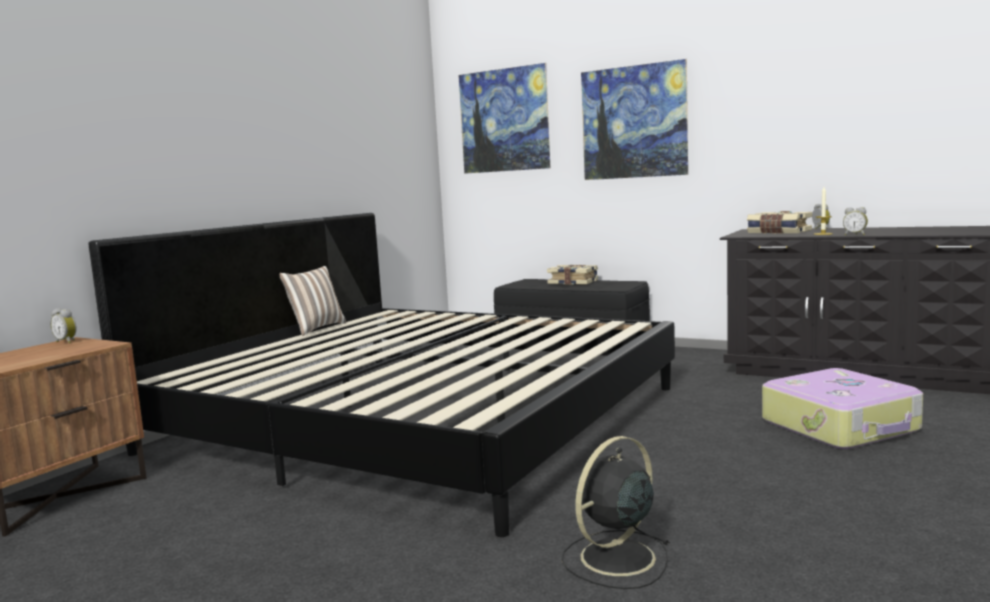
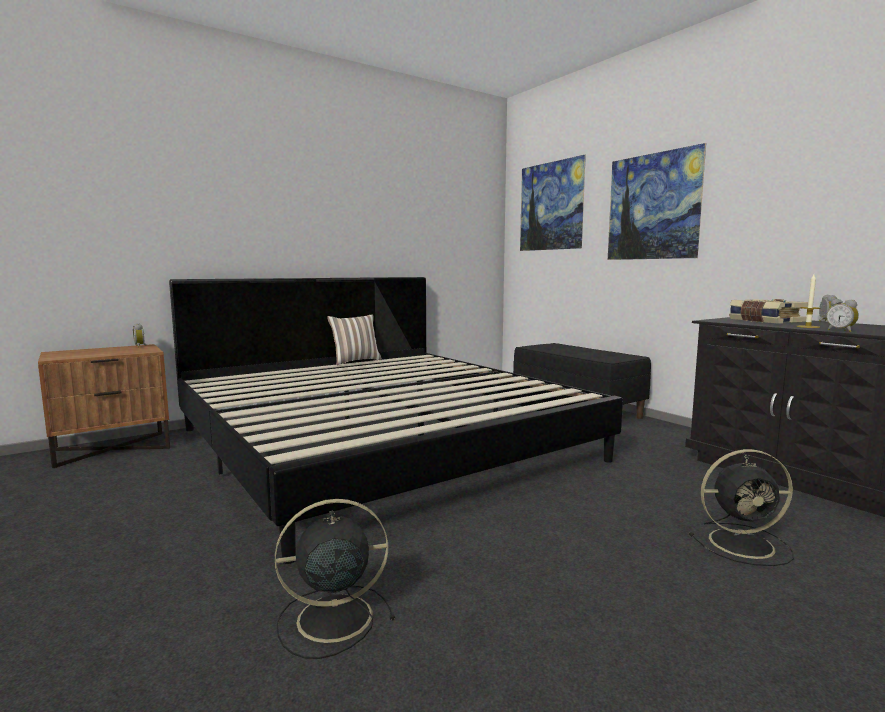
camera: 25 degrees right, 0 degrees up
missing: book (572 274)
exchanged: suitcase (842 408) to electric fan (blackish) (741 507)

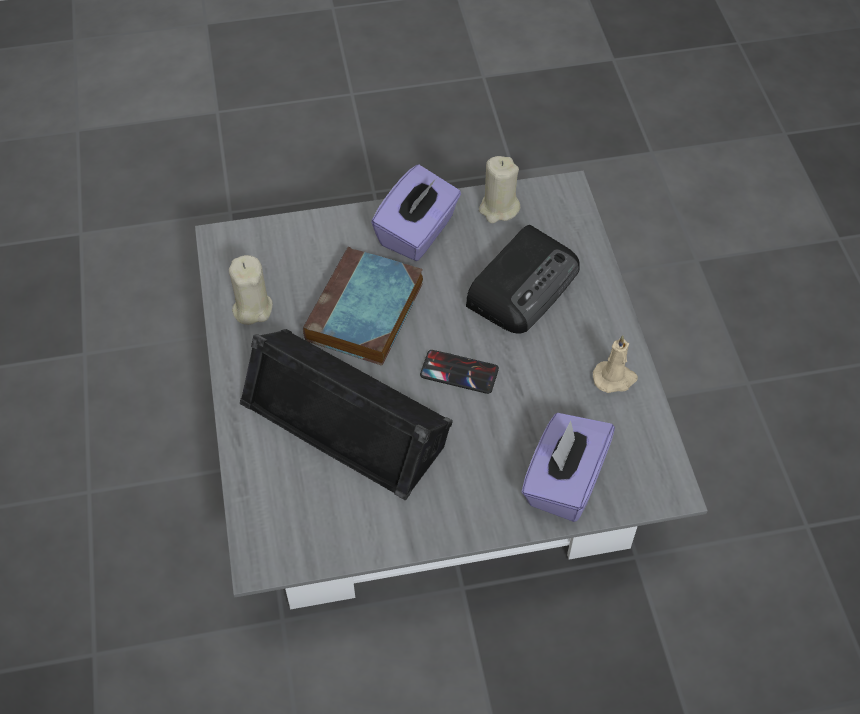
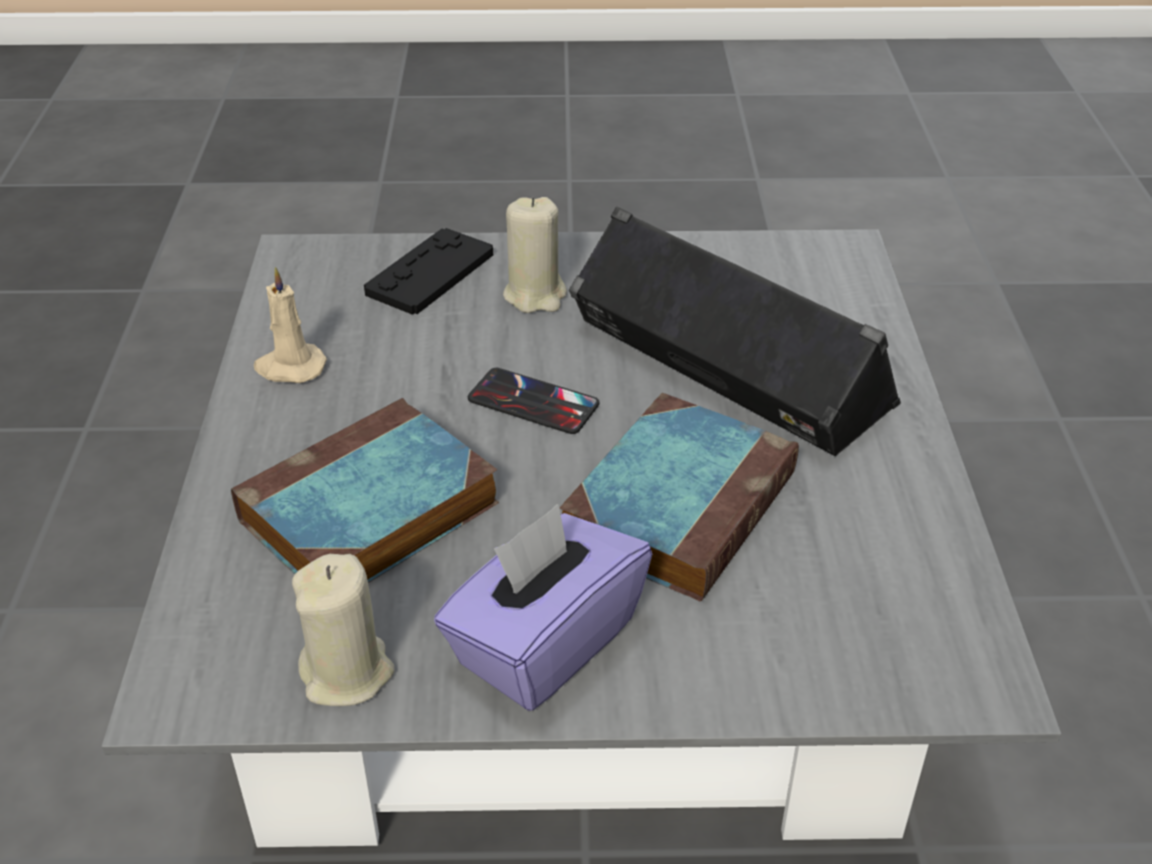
camera: 170 degrees left, 15 degrees down
relocated: wax candle (sand-coloured) (251 290) to (535 255)
exchanged: radio (523 279) to book (365 490); tissue holder (purple-coloured) (568 467) to gamepad (blackish) (428 271)

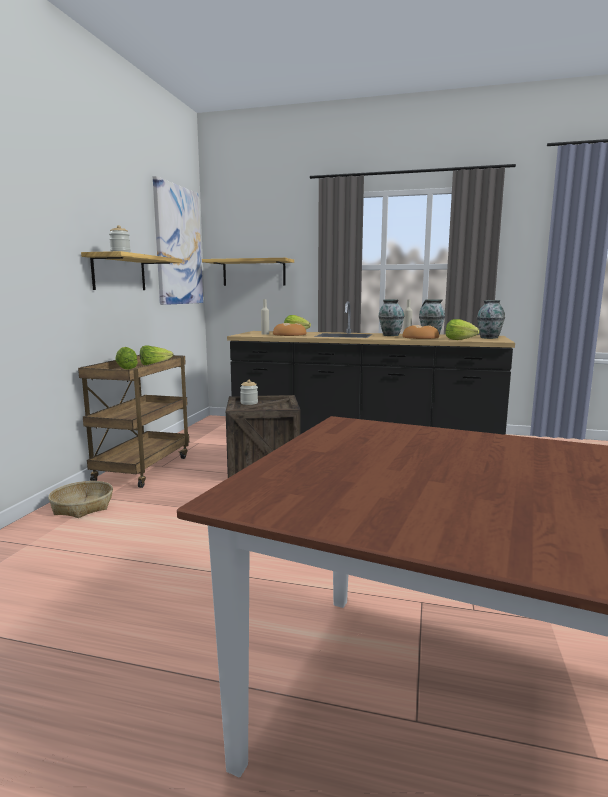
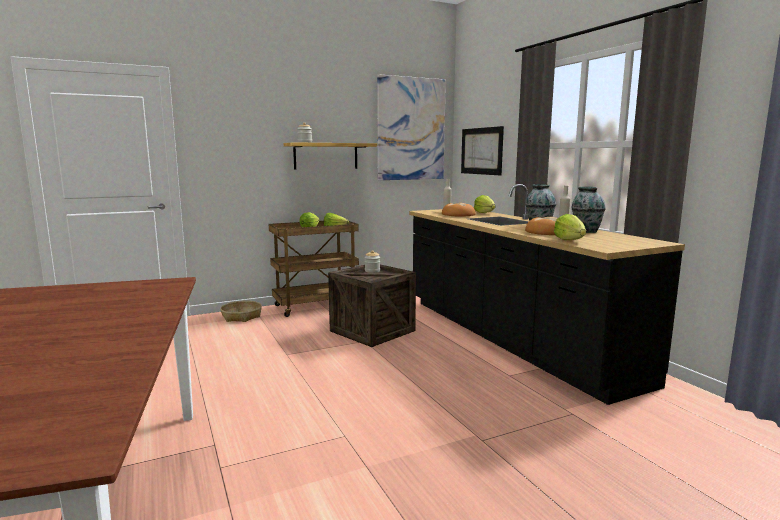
camera: 50 degrees right, 0 degrees up
missing: decorative vase (491 319)
exchanged: wall shelf (248 272) to wall picture (482 151)

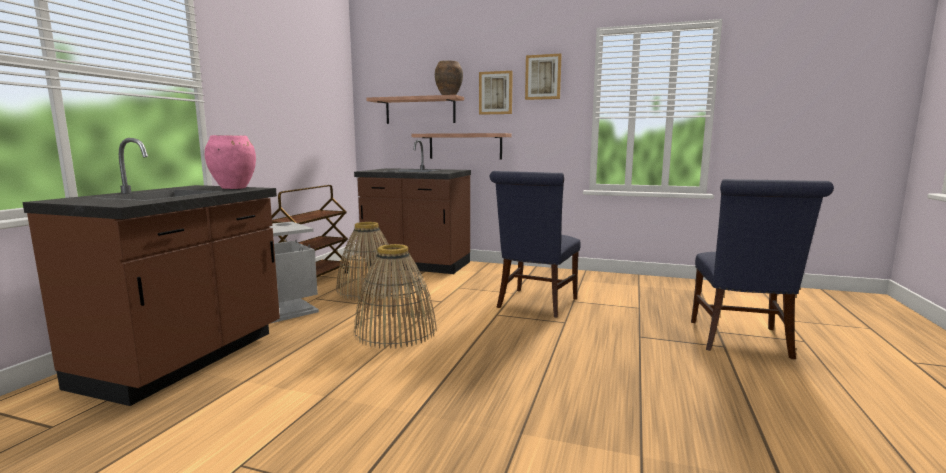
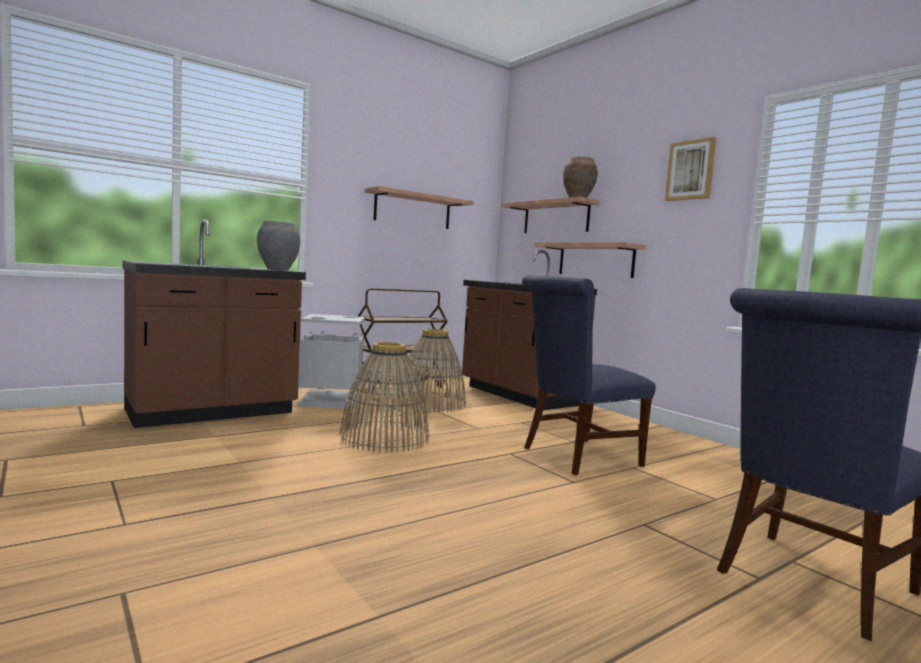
camera: 35 degrees right, 5 degrees down
missing: wall picture (496 93)
appeared: wall shelf (419 207)
colour: decorative vase (pinkish) (230 162) to decorative vase (gray) (278 245)

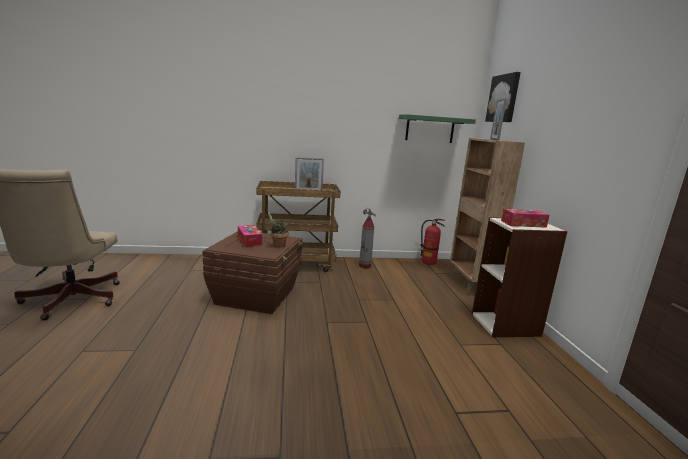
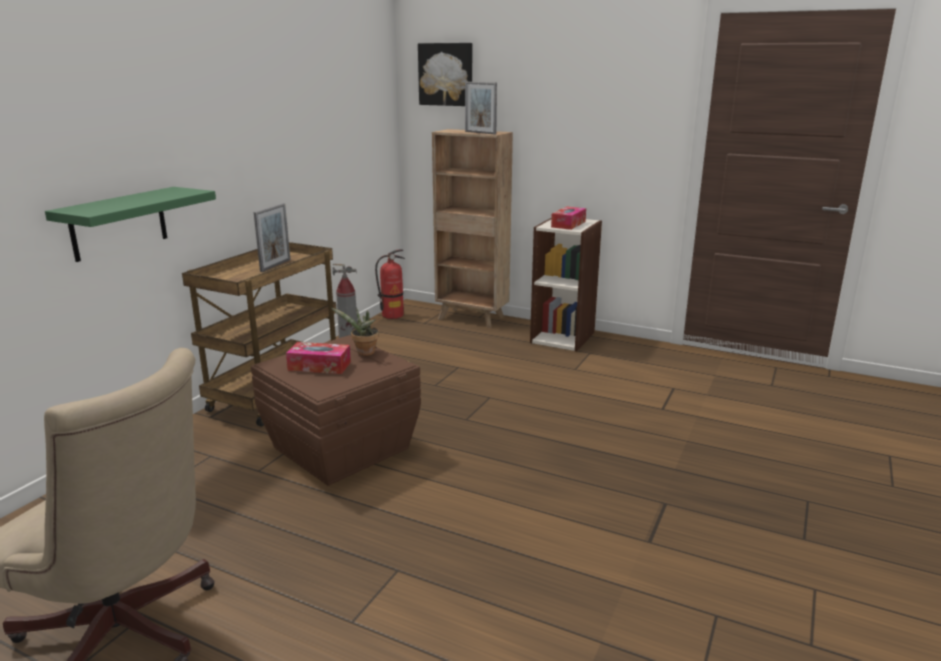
camera: 55 degrees left, 5 degrees up
relocated: wall shelf (green-coloured) (437 128) to (130 224)

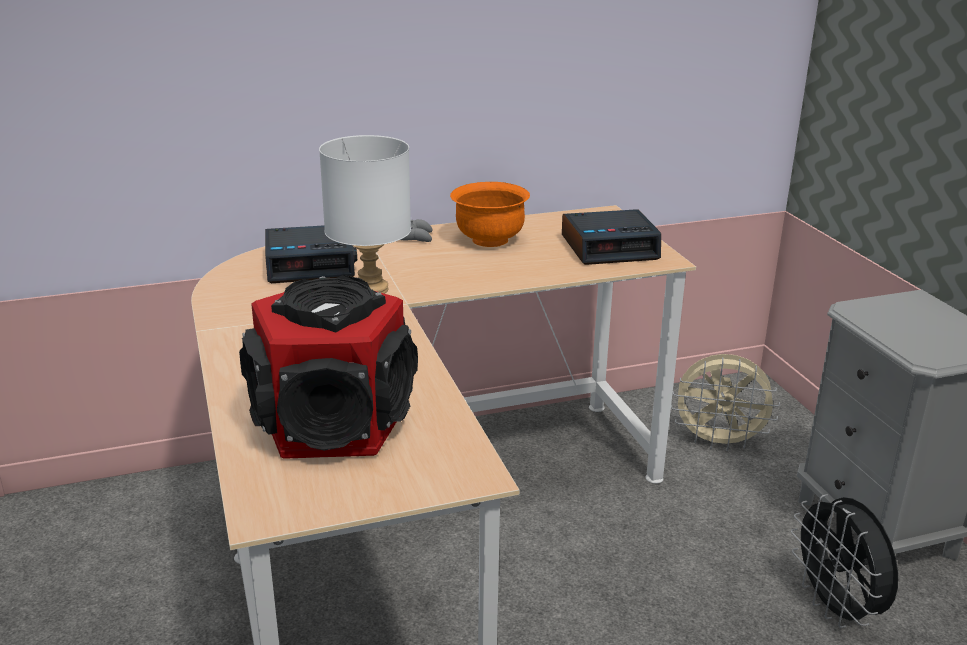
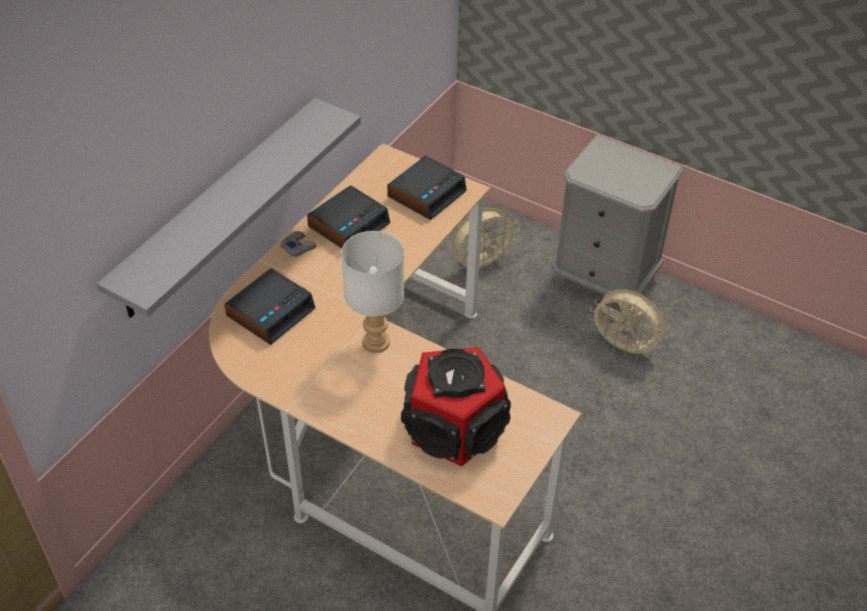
camera: 40 degrees left, 20 degrees up
appeared: wall shelf (gray) (229 208)
exchanged: serving bowl (orange-coloured) (490 214) to alarm clock (348 216)
colour: electric fan (blackish) (844 561) to electric fan (sand-coloured) (626 324)

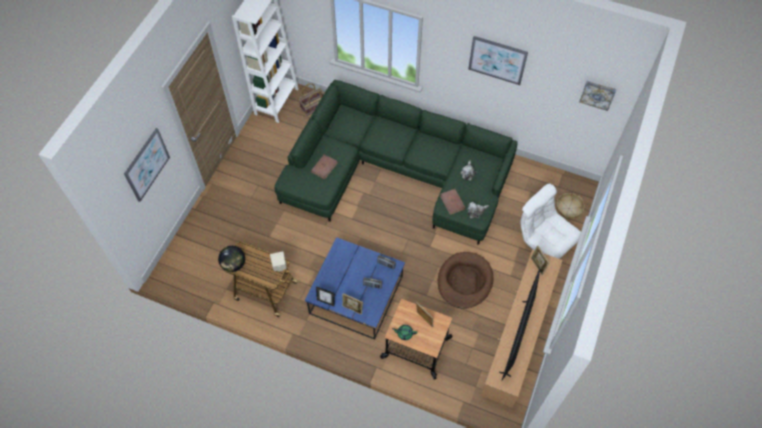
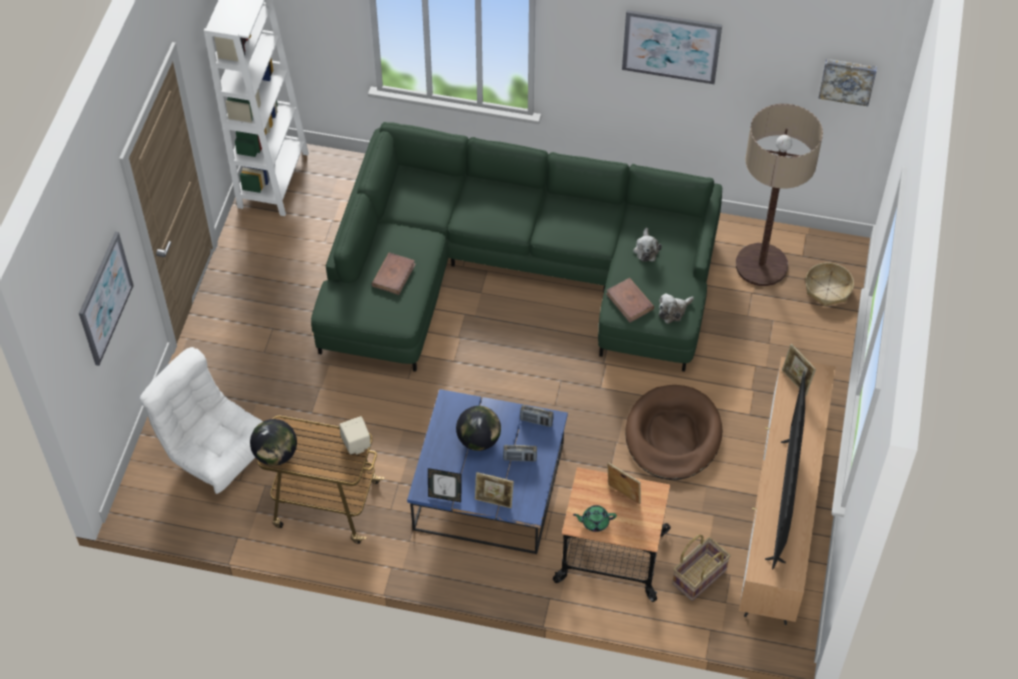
camera: 10 degrees left, 5 degrees down
appeared: world globe (478 428); floor lamp (779 195)
relocated: armchair (white) (550 221) to (201 420); basket (311 99) to (701 568)

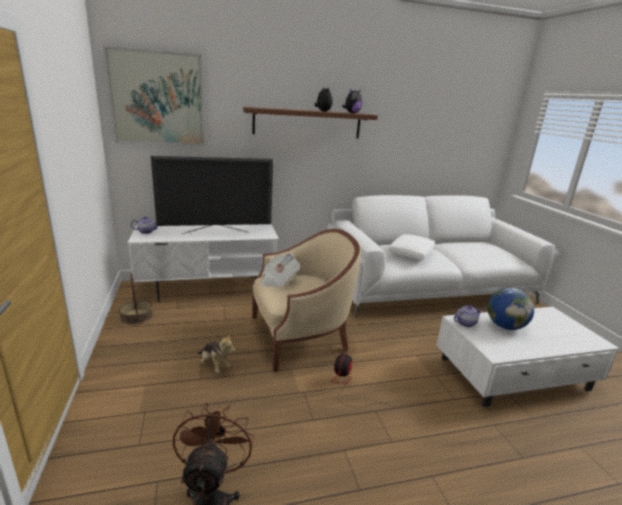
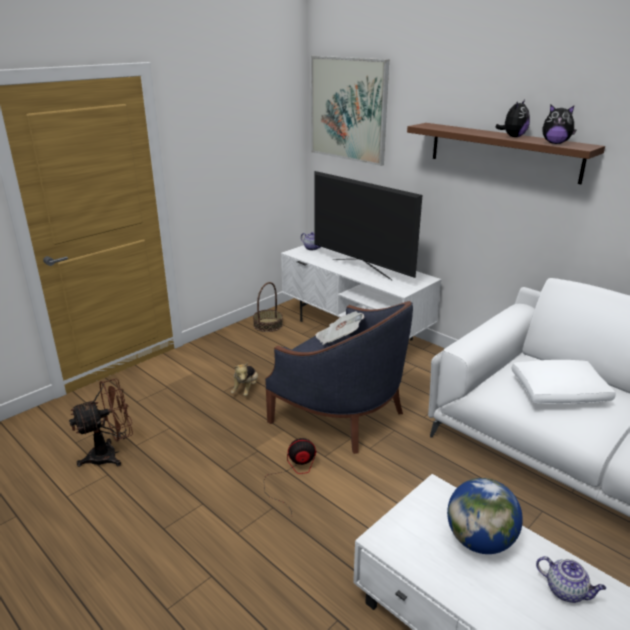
camera: 60 degrees right, 5 degrees up
relocated: pot for tea (468 316) to (571 579)
colour: armchair (sand-coloured) (306 300) to armchair (blue) (339 377)

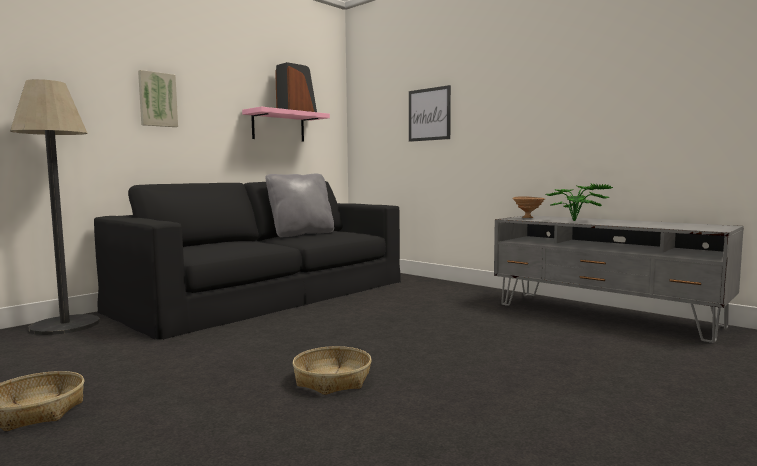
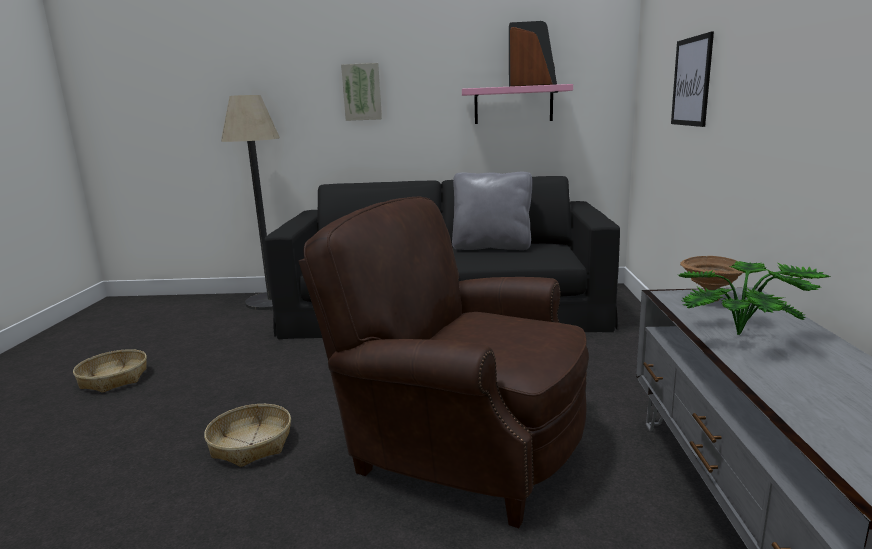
camera: 50 degrees right, 10 degrees up
appeared: armchair (brown-coloured) (443 362)

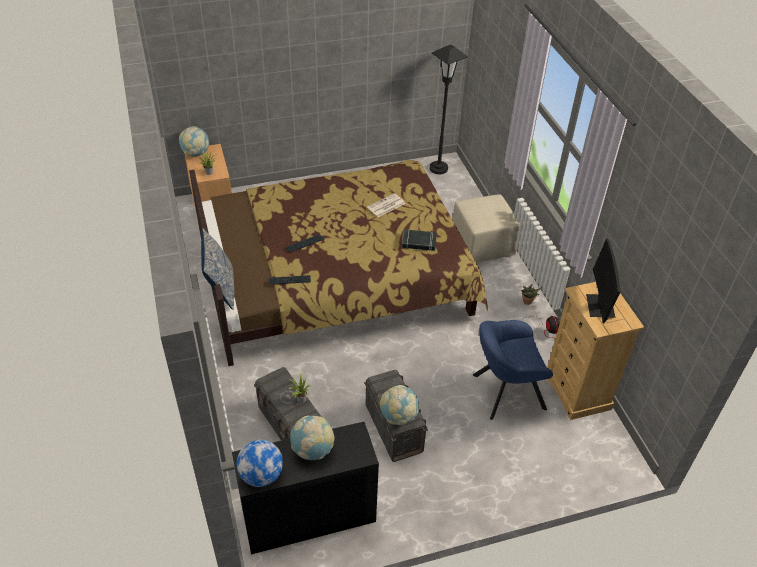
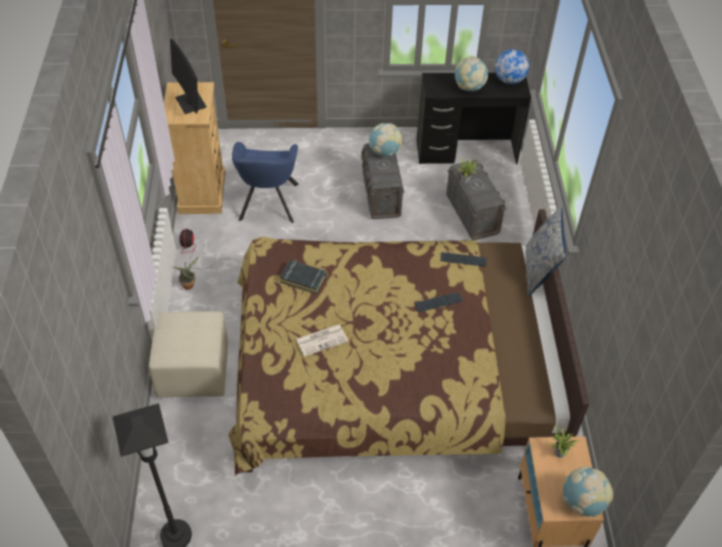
camera: 165 degrees left, 5 degrees up
spun: computer display (603 281) = (188 76) 135 degrees clockwise; armchair (blue) (513 370) = (265 182) 90 degrees clockwise

